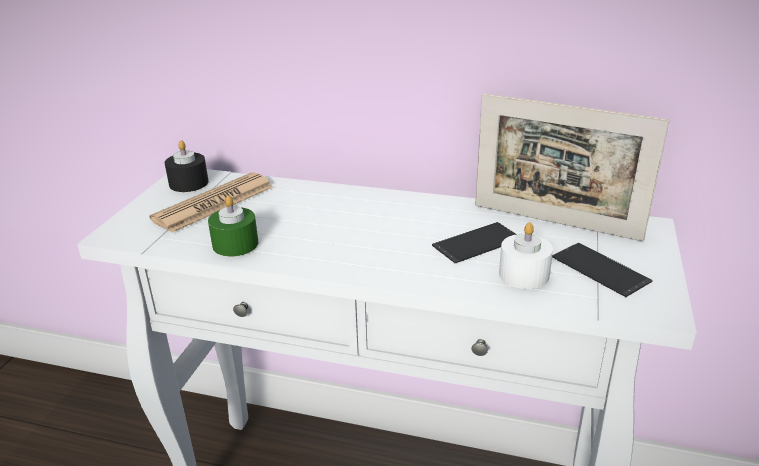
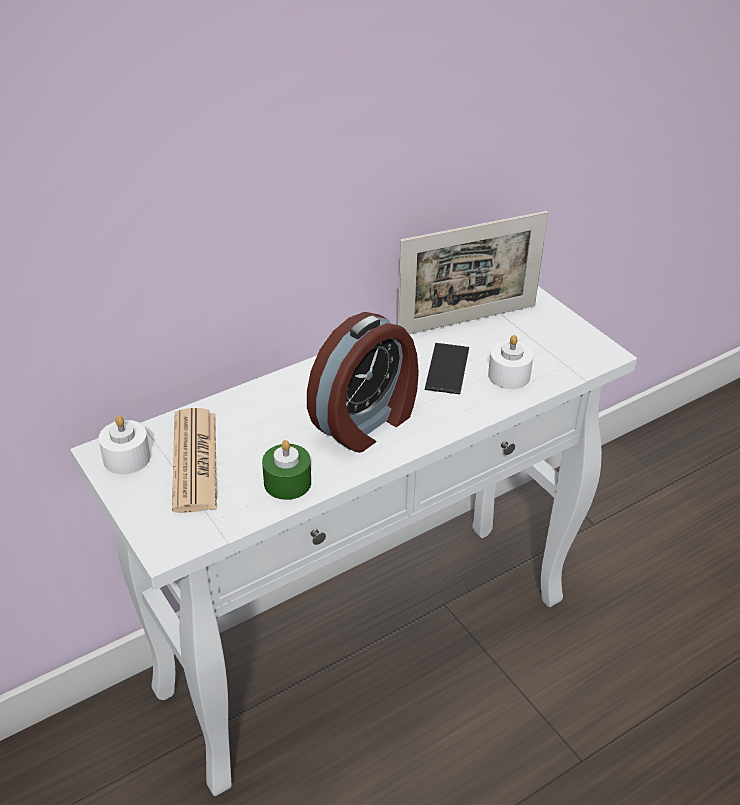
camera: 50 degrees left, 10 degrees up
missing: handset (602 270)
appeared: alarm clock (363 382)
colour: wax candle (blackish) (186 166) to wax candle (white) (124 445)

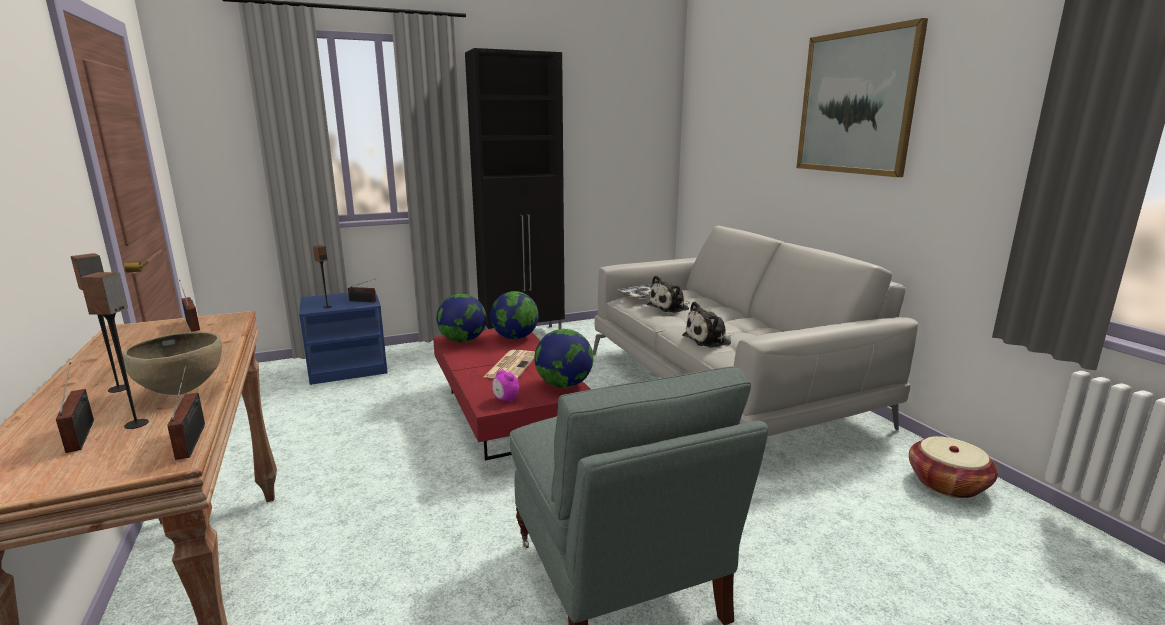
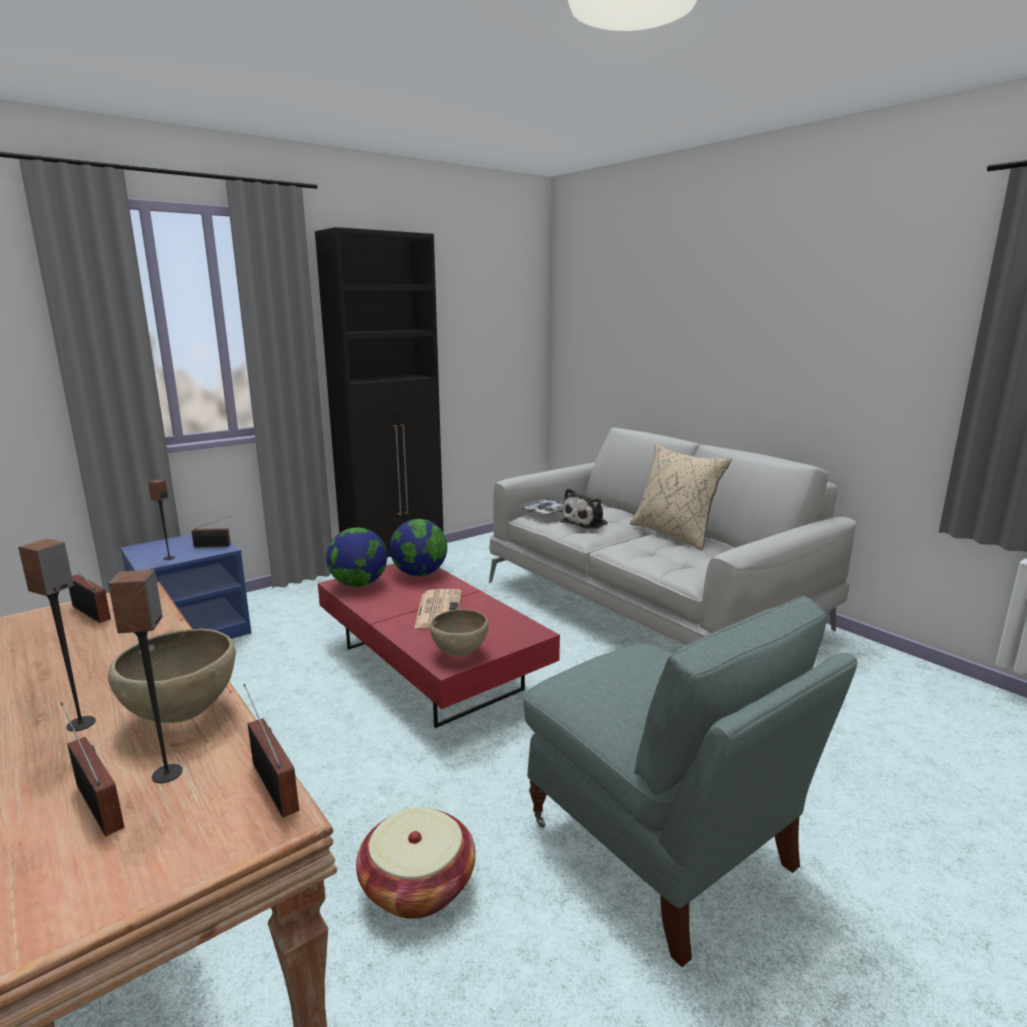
camera: 15 degrees left, 0 degrees up
missing: world globe (563 358); plush toy (709 324); wall picture (862 97)
appeared: pillow (sand-coloured) (681 497)
relocated: basket (953 467) to (416 863)
exchanged: alarm clock (505 386) to serving bowl (brown-coloured) (459 632)

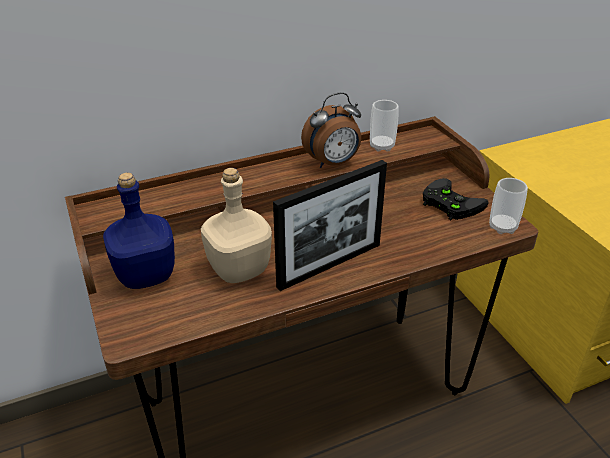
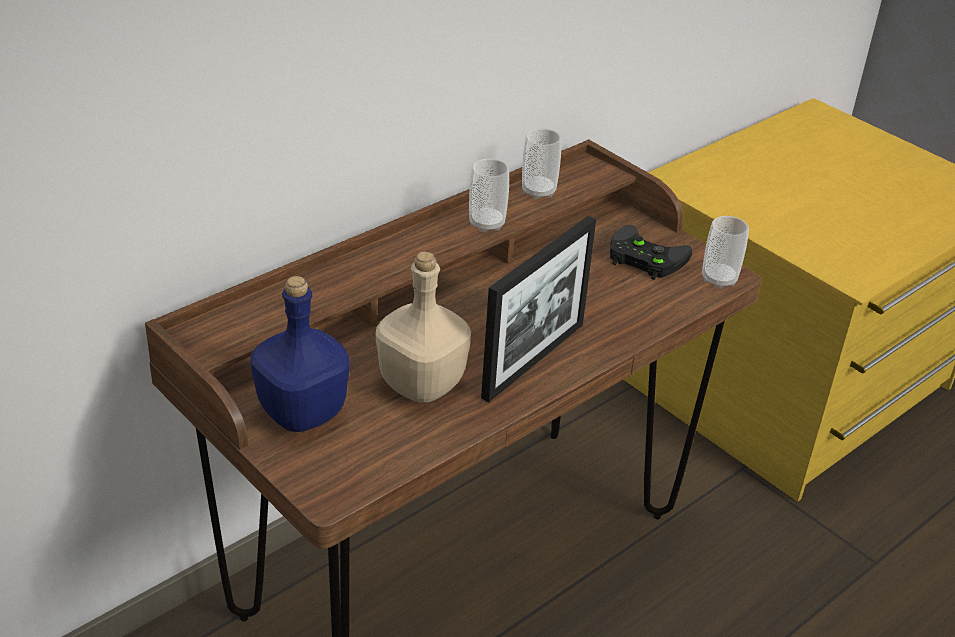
camera: 20 degrees left, 0 degrees up
exchanged: alarm clock (331 130) to small cup (489 195)

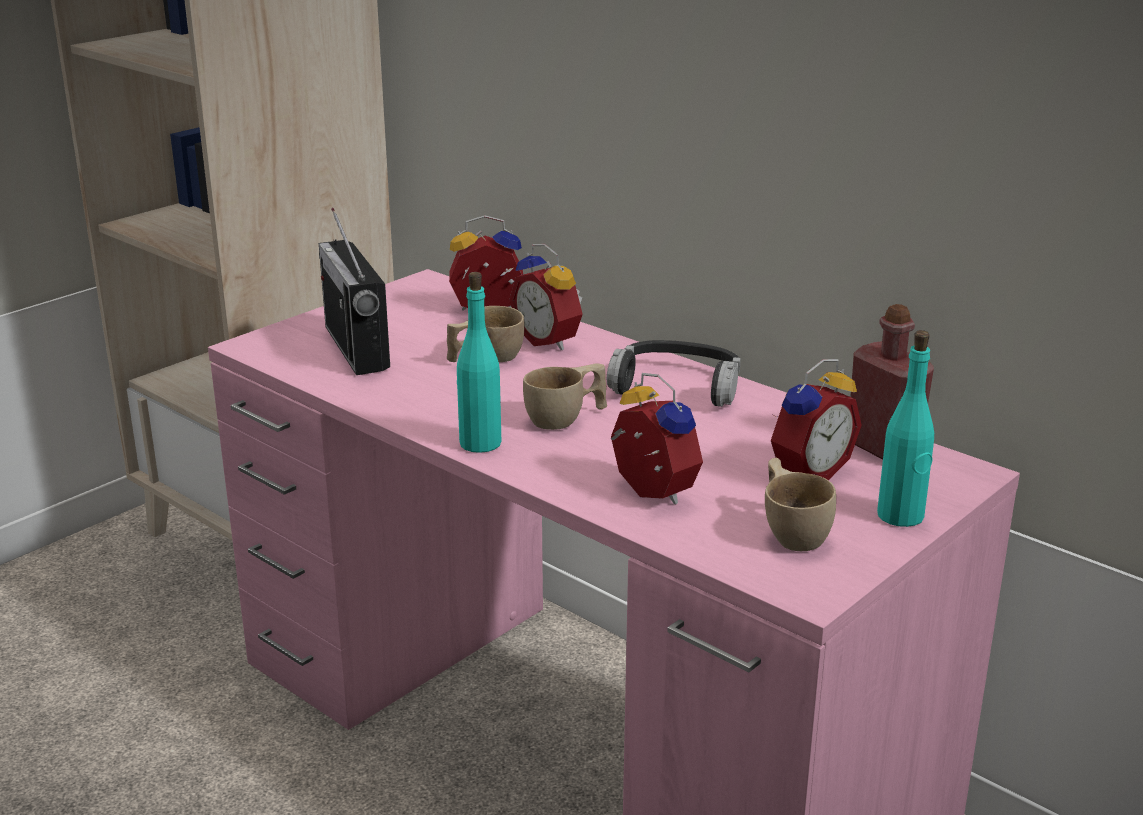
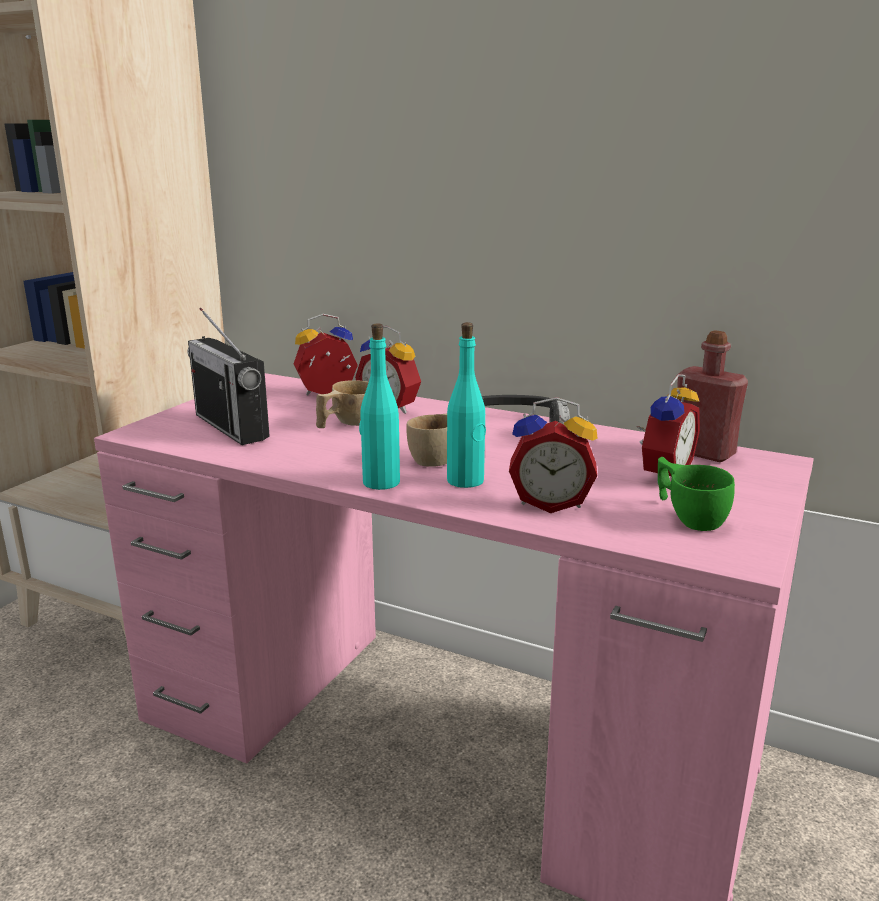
camera: 15 degrees left, 5 degrees down
relocated: drink bottle (blue-green) (905 428) to (466 405)
colour: small cup (sand-coloured) (800 504) to small cup (green-coloured) (696 494)
spun: alarm clock (657 438) = (553 455) 150 degrees clockwise

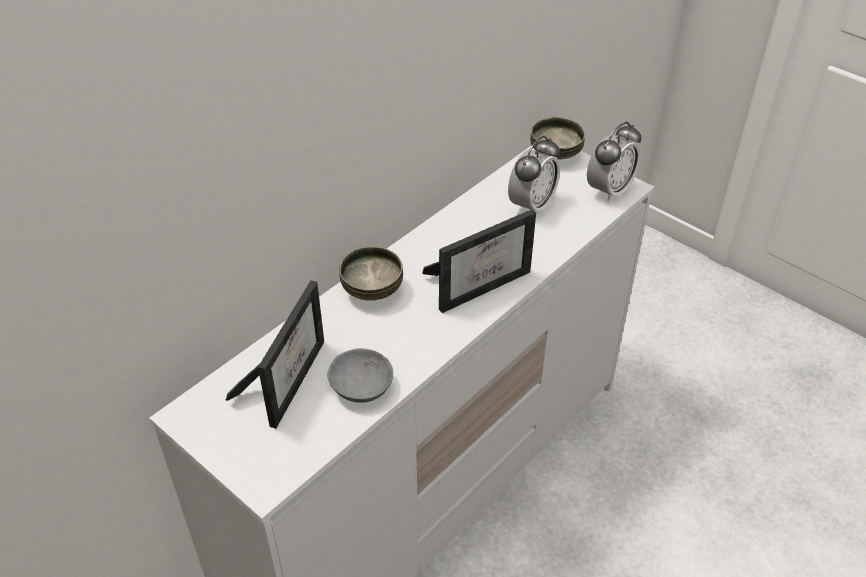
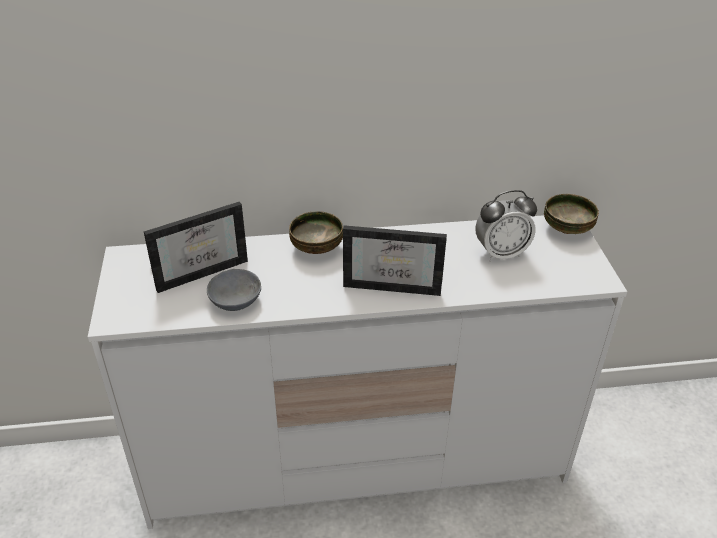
camera: 40 degrees right, 5 degrees down
missing: alarm clock (614 162)

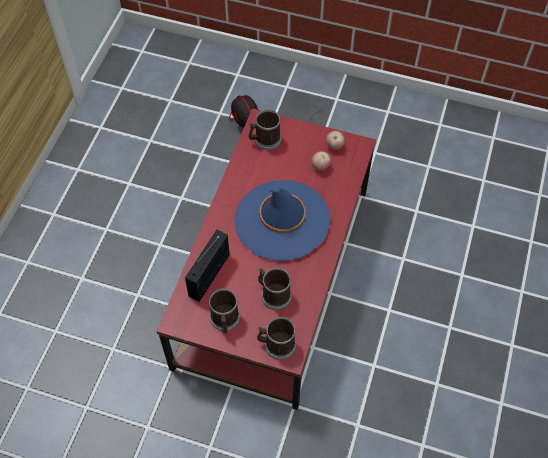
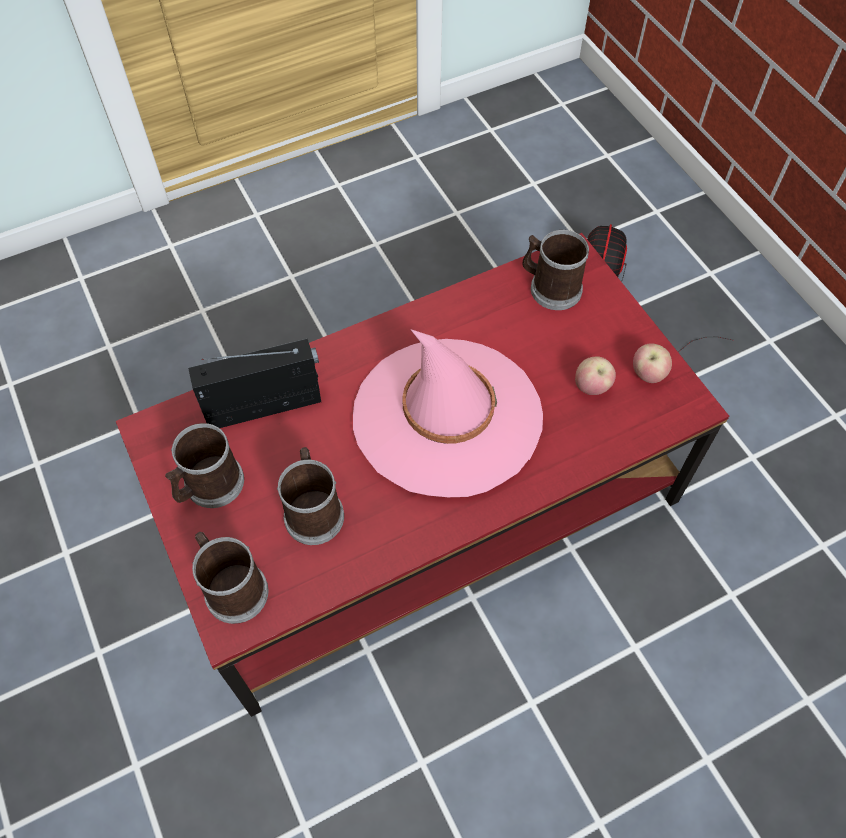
camera: 45 degrees right, 0 degrees up
colour: hat (blue) (282 220) to hat (pinkish) (448 413)

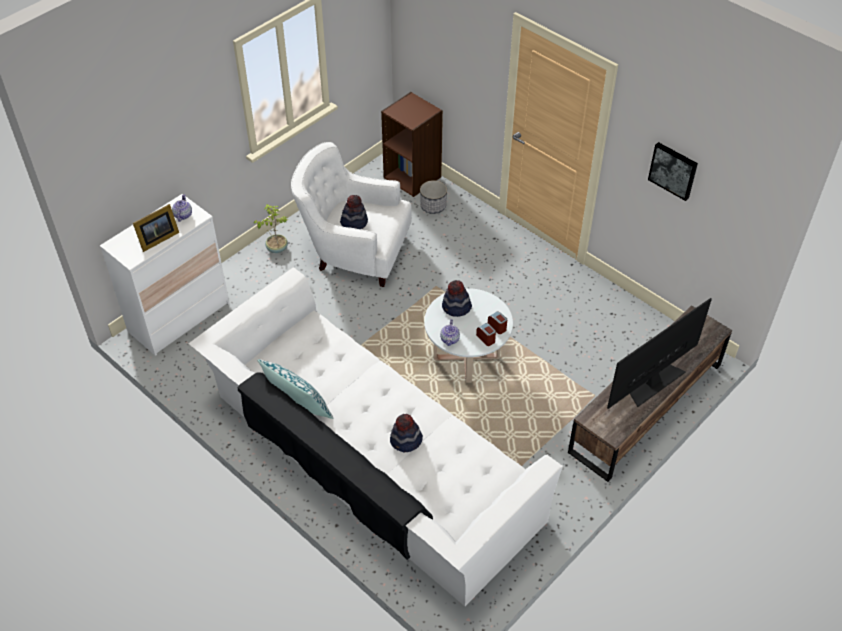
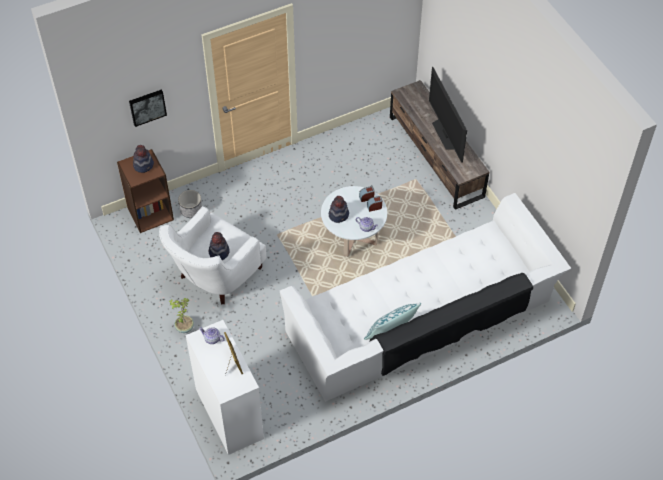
camera: 70 degrees left, 5 degrees up
relocated: wall picture (673 171) to (148 108); hat (406 433) to (143 159)

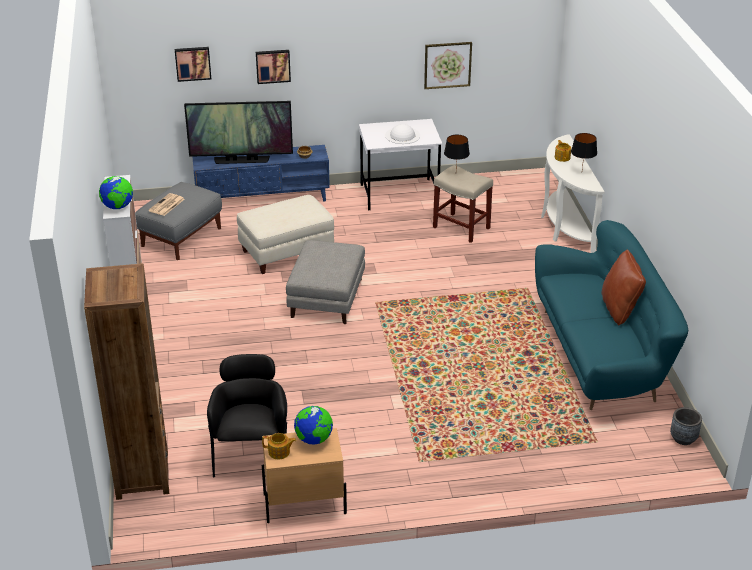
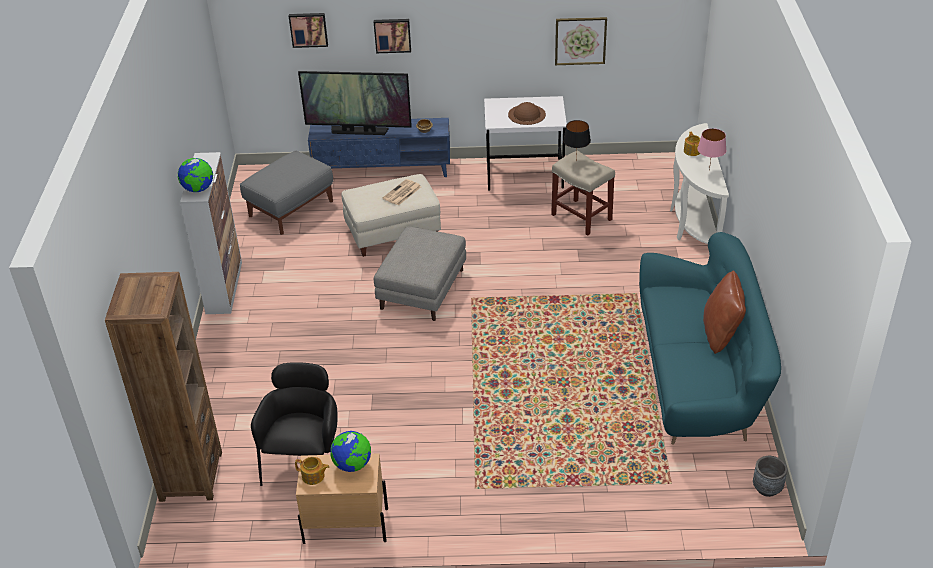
camera: 10 degrees right, 5 degrees up
relocated: daily paper (166 204) to (402 192)
colour: hat (white) (402 134) to hat (brown-coloured) (527 113); lamp for a table (blackish) (584 151) to lamp for a table (pinkish) (711 149)

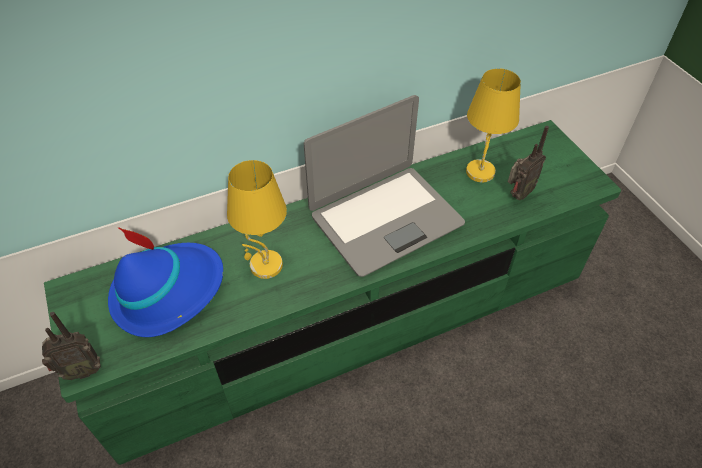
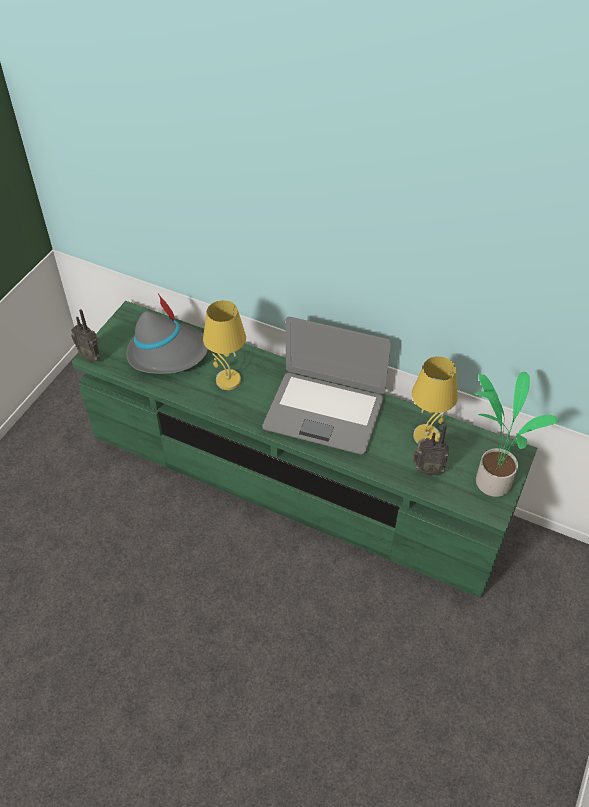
camera: 50 degrees right, 0 degrees up
appeared: plant in a pot (516 434)
colour: hat (blue) (165 282) to hat (gray) (167 334)

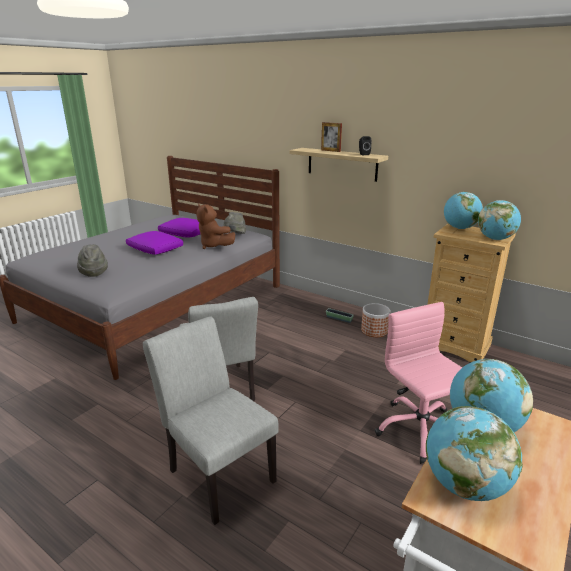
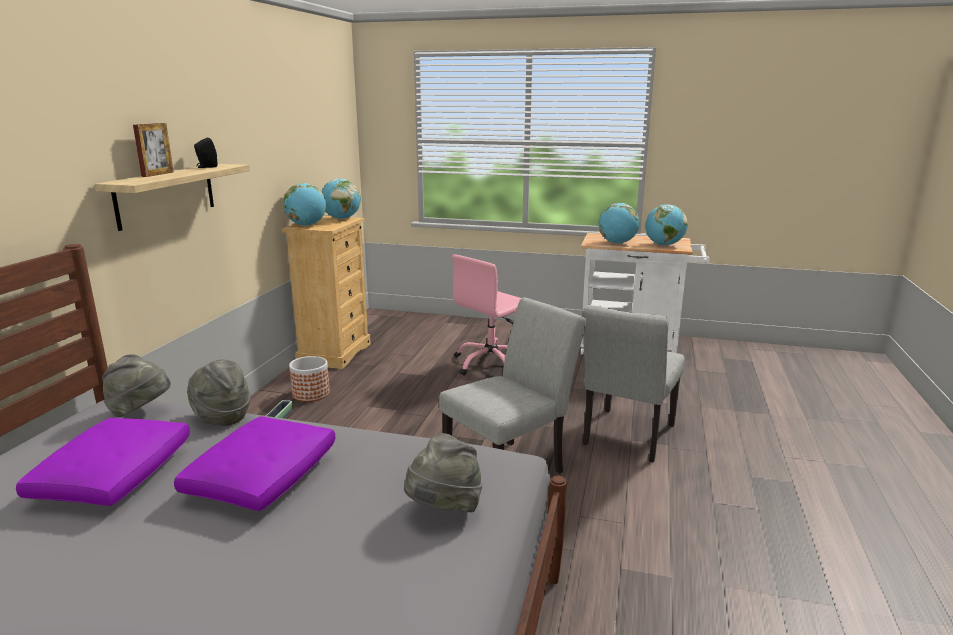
camera: 110 degrees left, 5 degrees down
exchanged: plush toy (brown-coloured) (216 226) to hat (gray) (218 392)

